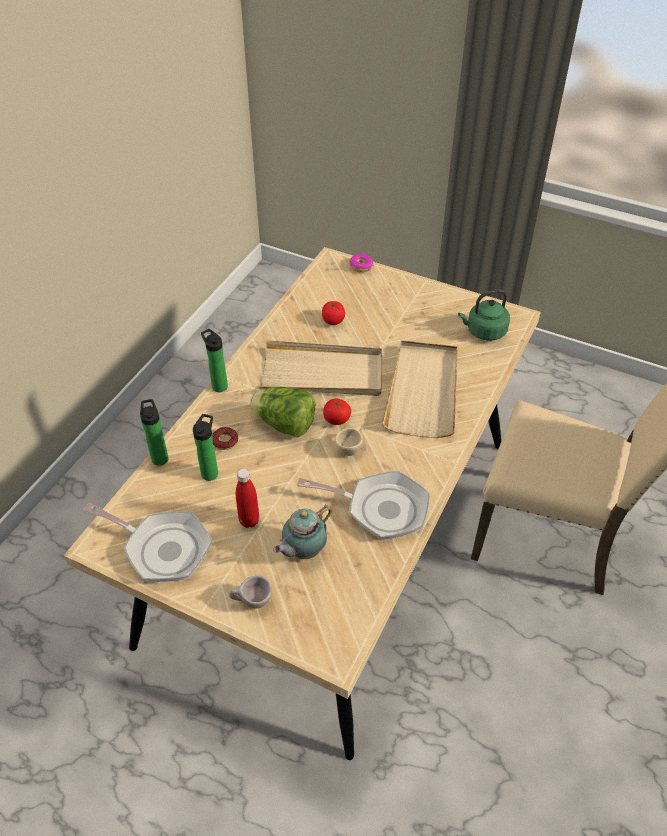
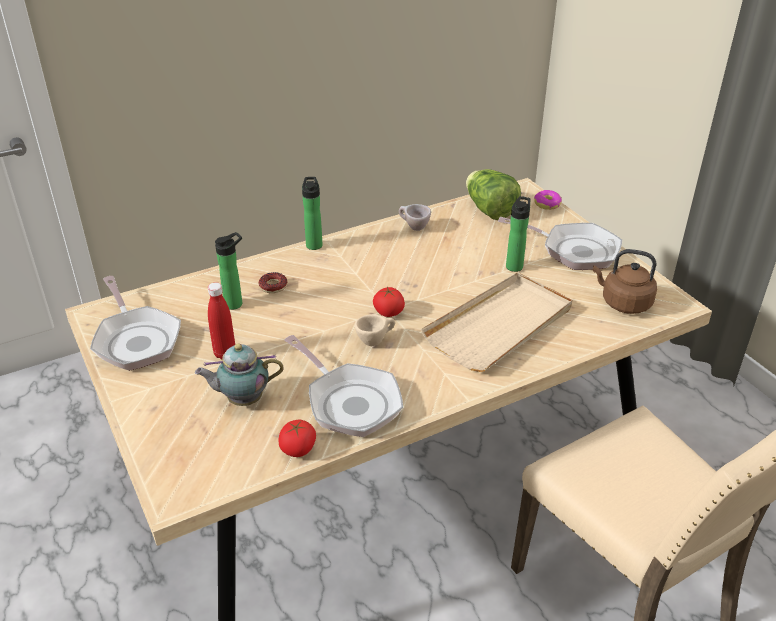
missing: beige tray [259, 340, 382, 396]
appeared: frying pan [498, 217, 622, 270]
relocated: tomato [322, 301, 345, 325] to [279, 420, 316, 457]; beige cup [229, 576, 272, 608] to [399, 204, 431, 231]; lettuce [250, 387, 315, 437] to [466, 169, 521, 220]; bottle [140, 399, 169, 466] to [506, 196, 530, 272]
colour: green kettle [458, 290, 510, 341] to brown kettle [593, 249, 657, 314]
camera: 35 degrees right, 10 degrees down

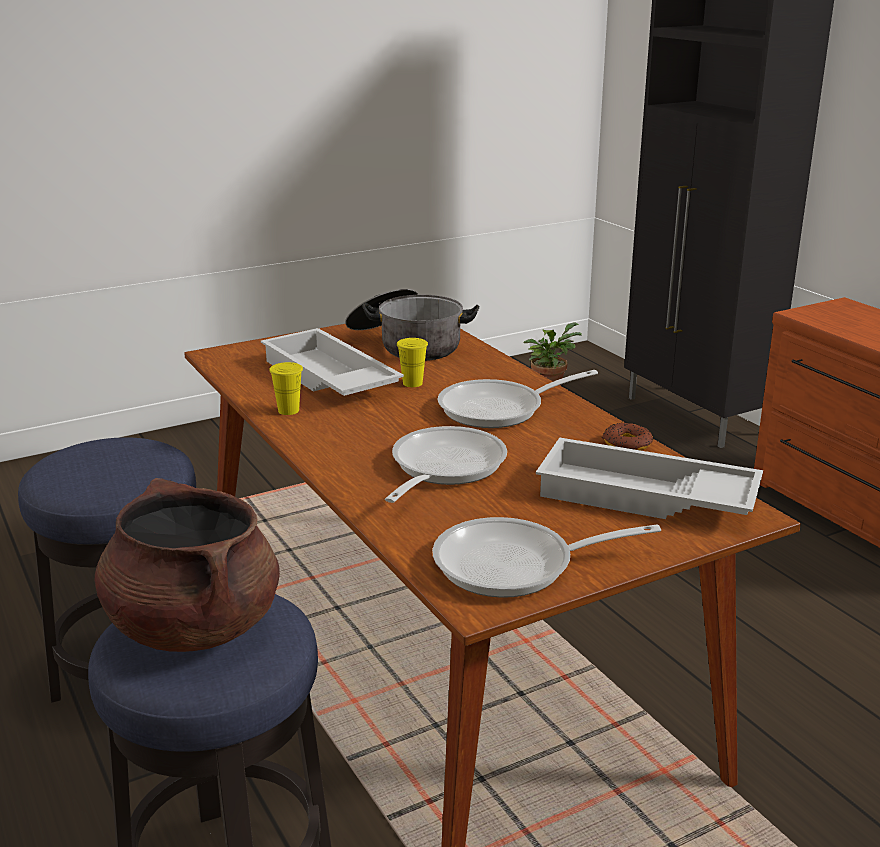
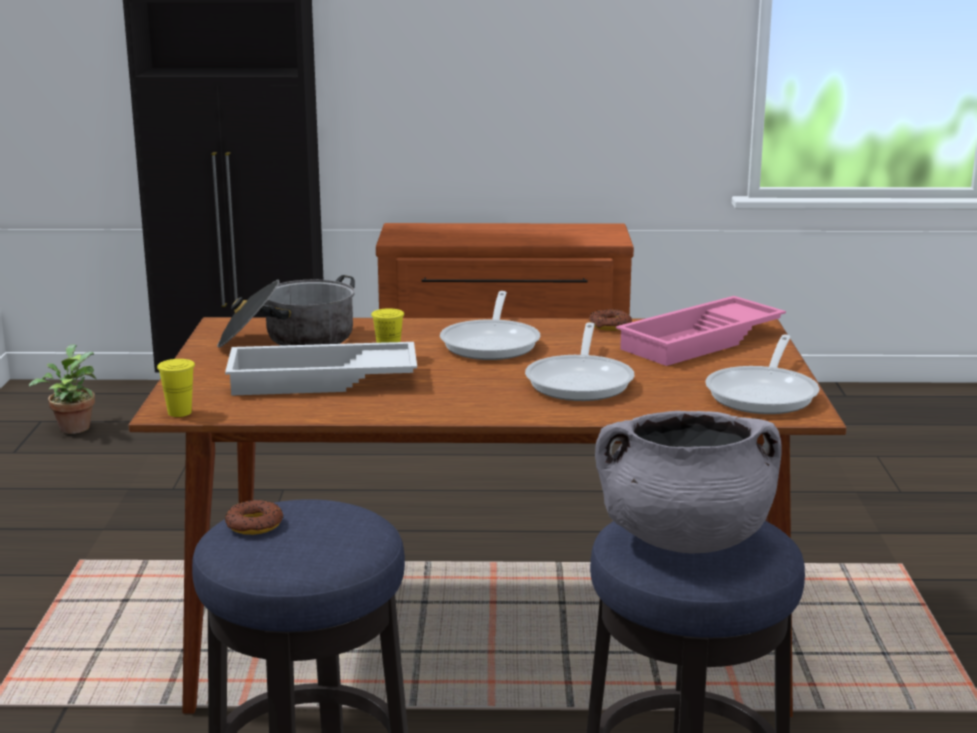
appeared: donut [225, 500, 284, 535]
relocated: yellow cup [269, 362, 303, 415] to [157, 359, 195, 417]
colour: brown cooking pot [95, 478, 280, 652] to grey cooking pot [595, 411, 782, 554]; white tray [536, 438, 763, 519] to pink tray [616, 296, 786, 366]
spun: frying pan [385, 426, 507, 503] = [525, 322, 635, 401] 135 degrees counterclockwise
camera: 60 degrees left, 5 degrees down

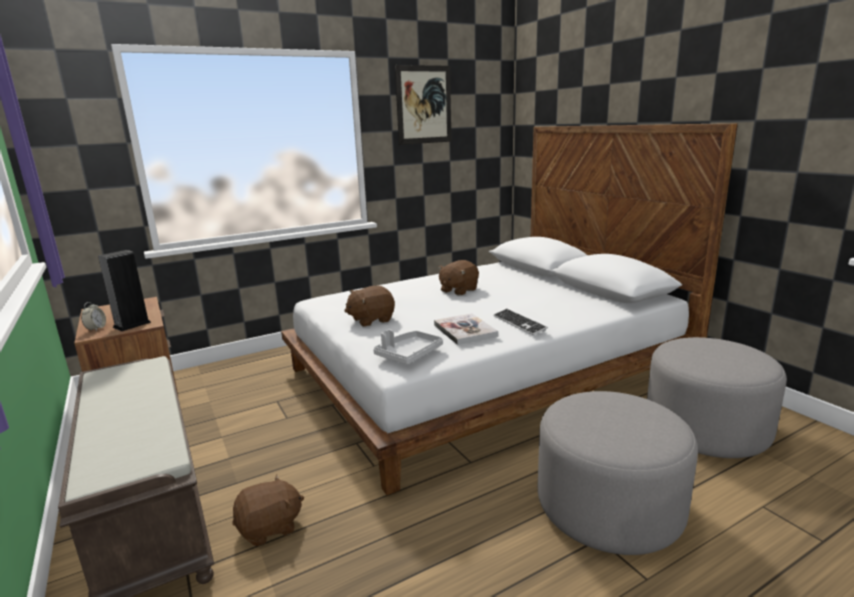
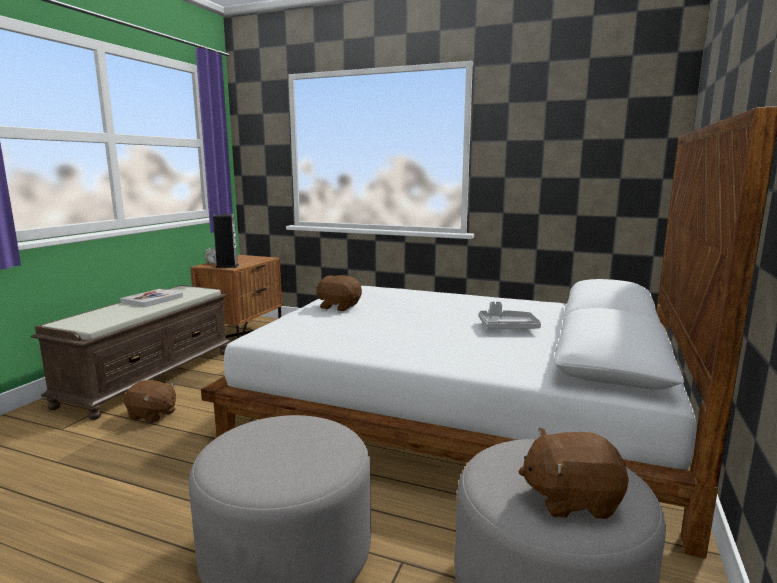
missing: picture [395, 65, 452, 145]; keyboard [493, 309, 548, 335]
relocated: book [434, 313, 498, 345] to [120, 289, 183, 307]; grey tray [373, 329, 443, 365] to [479, 301, 541, 329]; brown plush toy [438, 260, 479, 296] to [518, 428, 629, 519]
camera: 50 degrees right, 5 degrees down

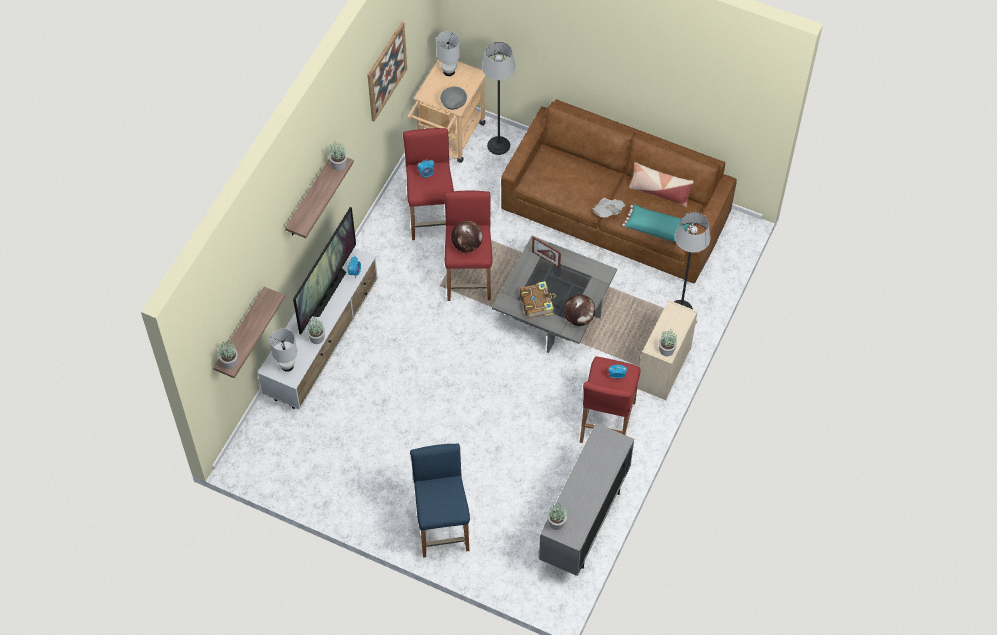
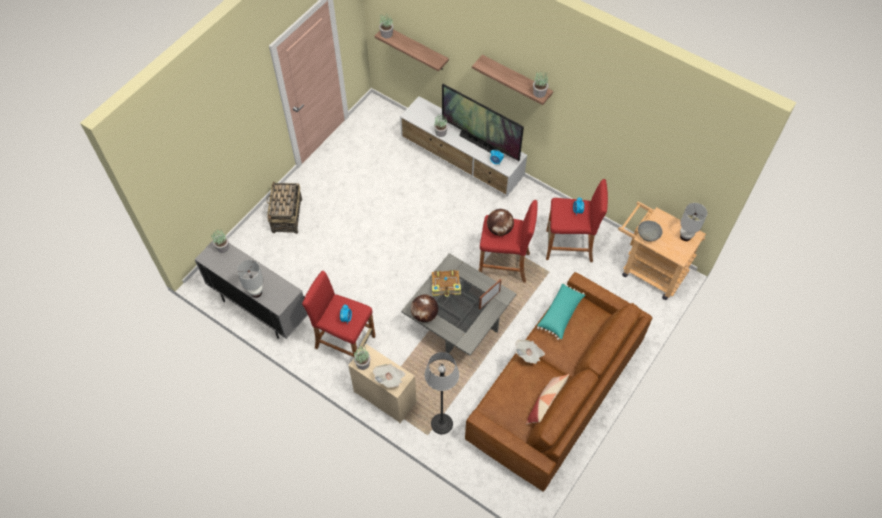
missing: picture [368, 22, 407, 122]; floor lamp [482, 42, 516, 155]
appeared: newspaper [373, 363, 406, 388]
relocated: white table lamp [269, 329, 297, 372] to [237, 260, 263, 298]; turquoise pillow [622, 204, 694, 242] to [537, 283, 585, 340]
exchanged: blue stool [410, 443, 470, 558] to basket [266, 181, 302, 234]
camera: 100 degrees right, 0 degrees up

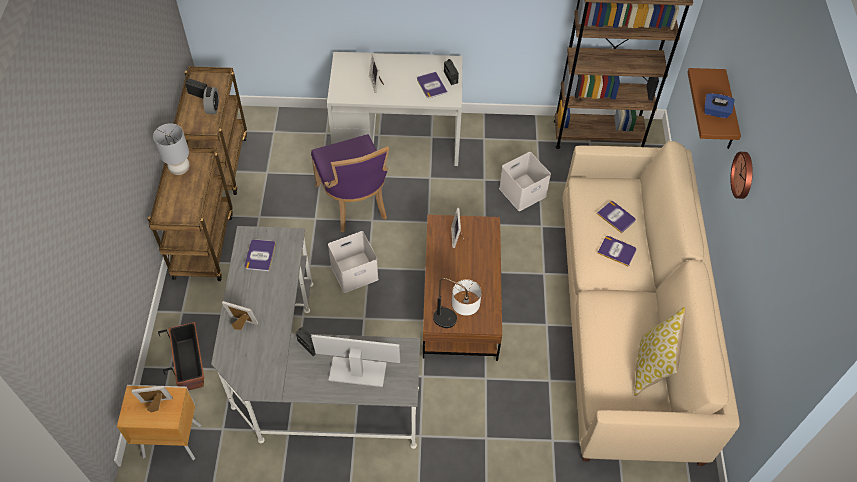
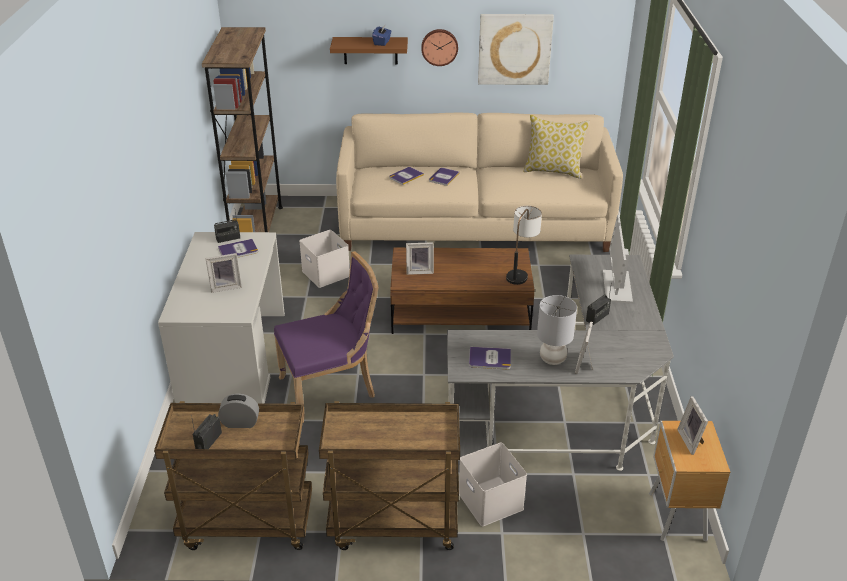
missing: planter [158, 322, 204, 390]
appeared: picture [478, 14, 554, 85]
relocated: white storage box [328, 231, 379, 293] to [459, 442, 527, 527]; grey table lamp [153, 123, 189, 175] to [537, 295, 577, 365]
camera: 90 degrees left, 20 degrees down

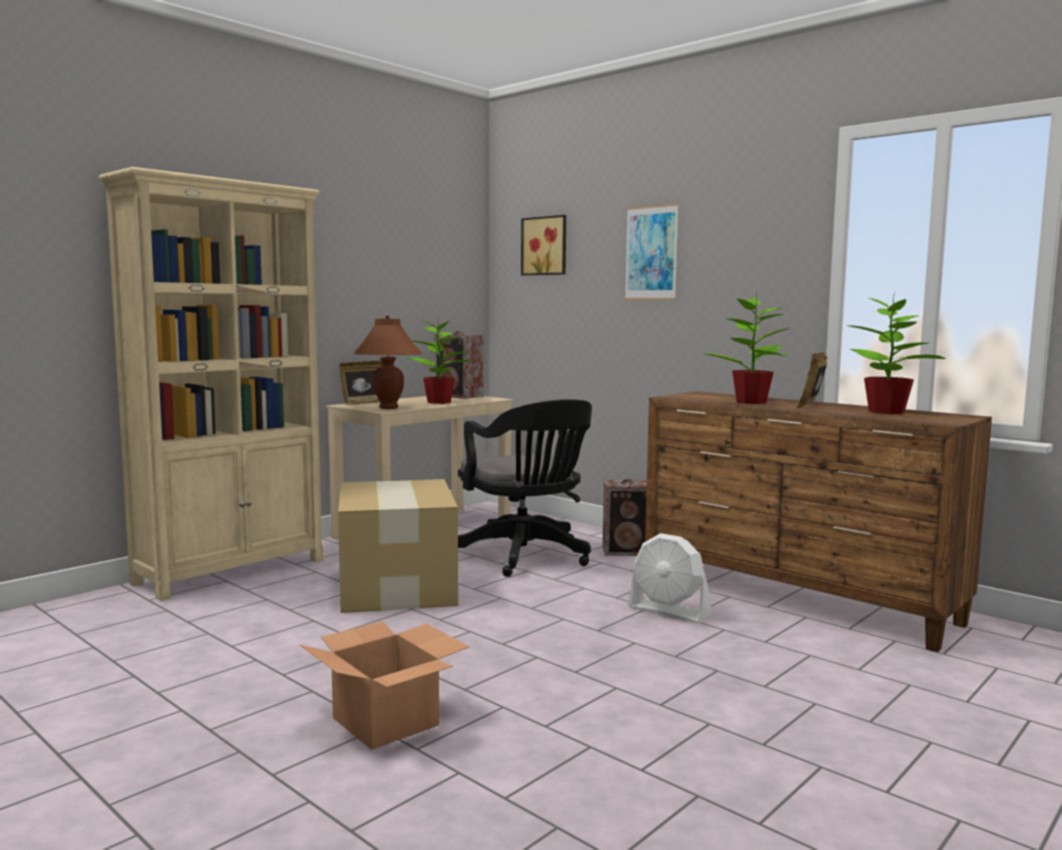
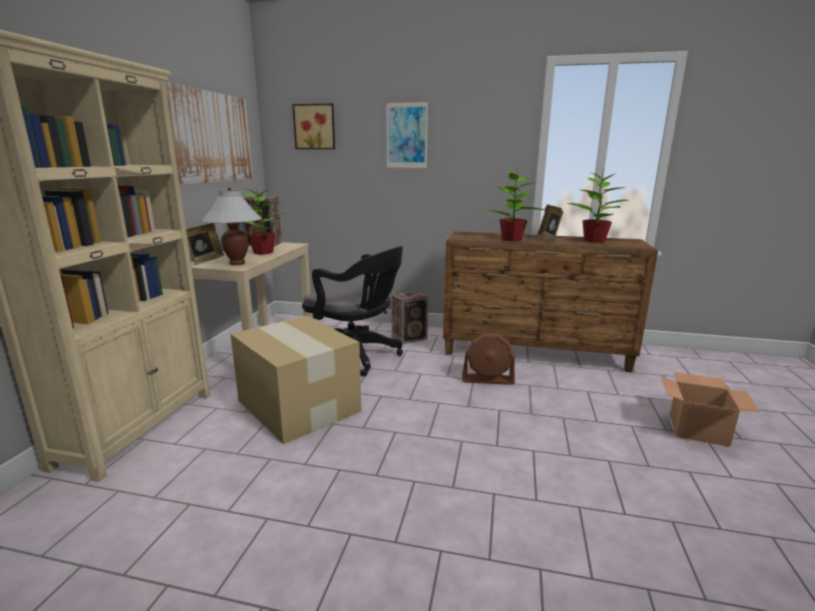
appeared: picture [166, 82, 253, 185]
relocated: cardboard box [300, 621, 469, 750] to [661, 372, 760, 447]
colour: brown table lamp [353, 315, 422, 409] to white table lamp [202, 188, 262, 265]; white fan [628, 533, 712, 624] to brown fan [462, 333, 515, 385]
camera: 30 degrees left, 10 degrees up

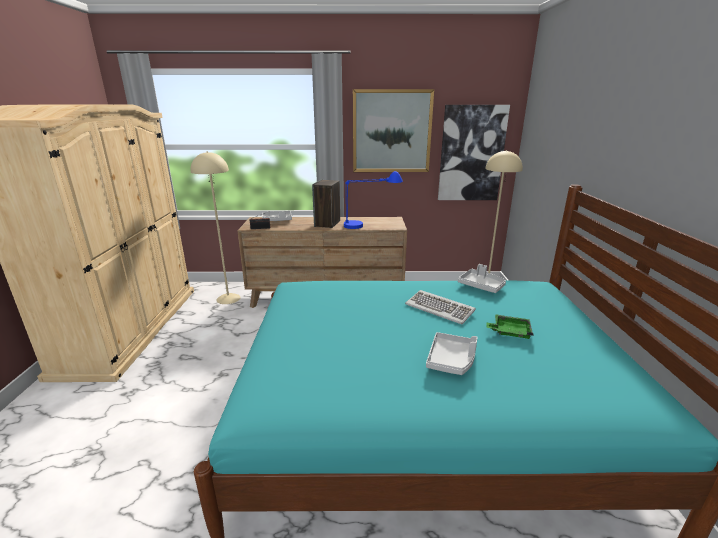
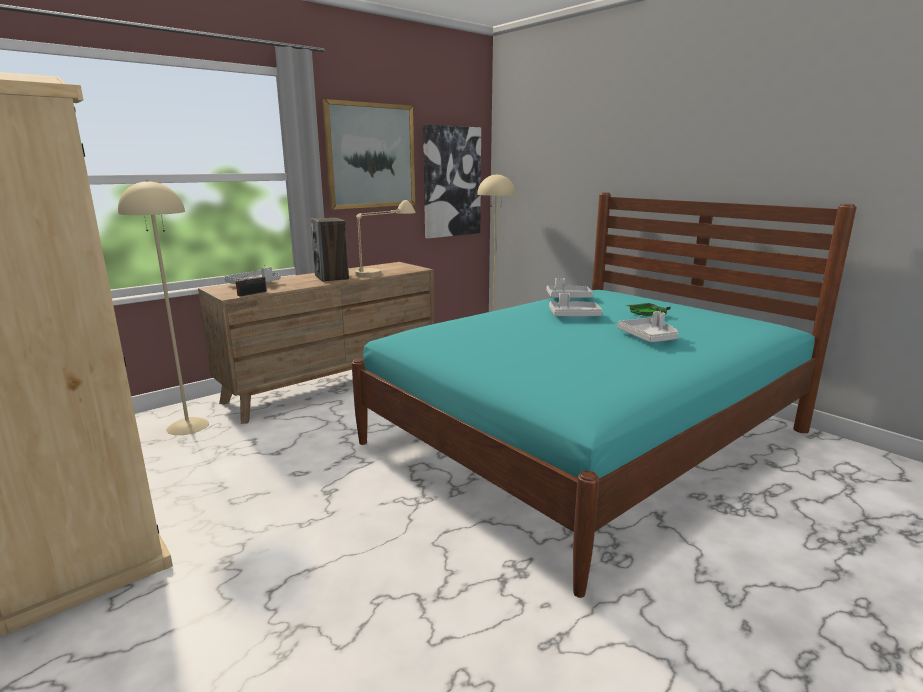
exchanged: keyboard [405, 290, 476, 324] to grey tray [549, 293, 603, 317]
colour: blue table lamp [344, 171, 403, 229] to beige table lamp [355, 200, 416, 277]
camera: 40 degrees left, 5 degrees down

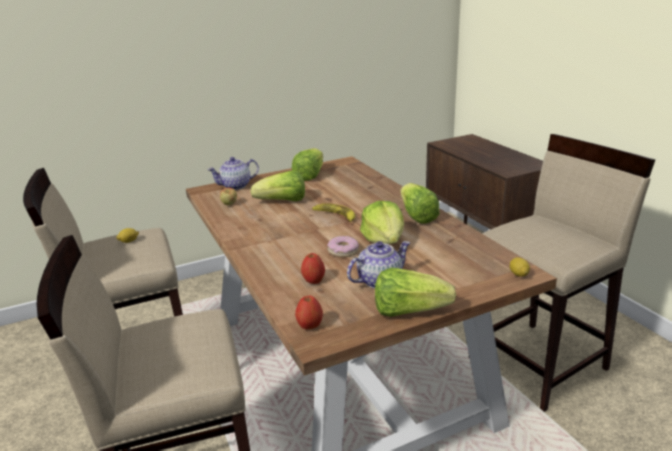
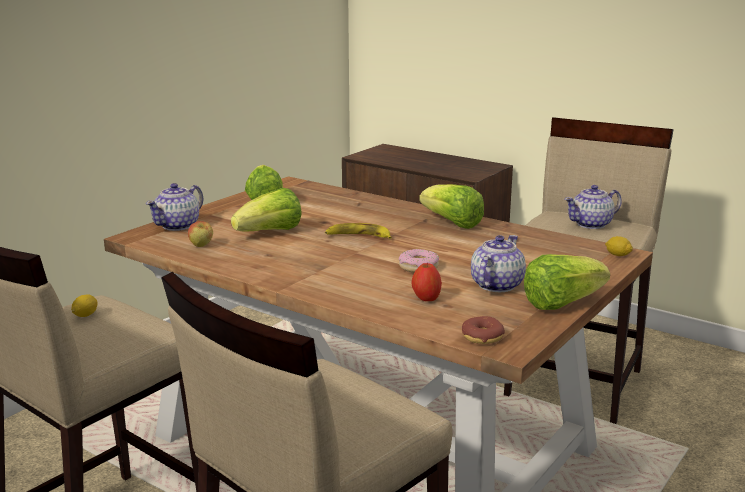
missing: lettuce [360, 201, 404, 244]
appeared: teapot [564, 185, 622, 229]
exchanged: apple [295, 296, 323, 329] to donut [462, 316, 505, 344]
camera: 30 degrees left, 5 degrees down

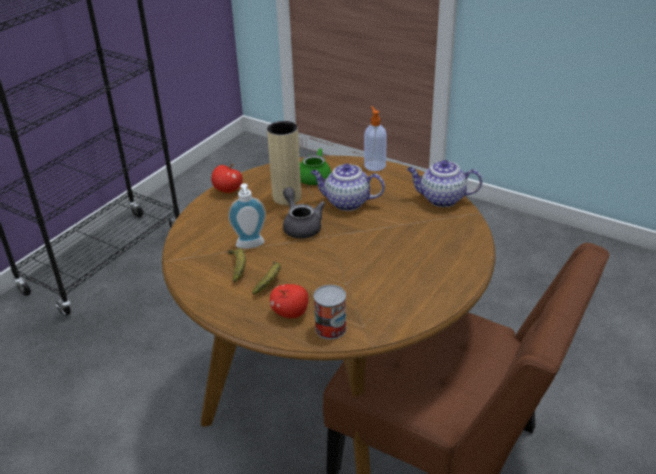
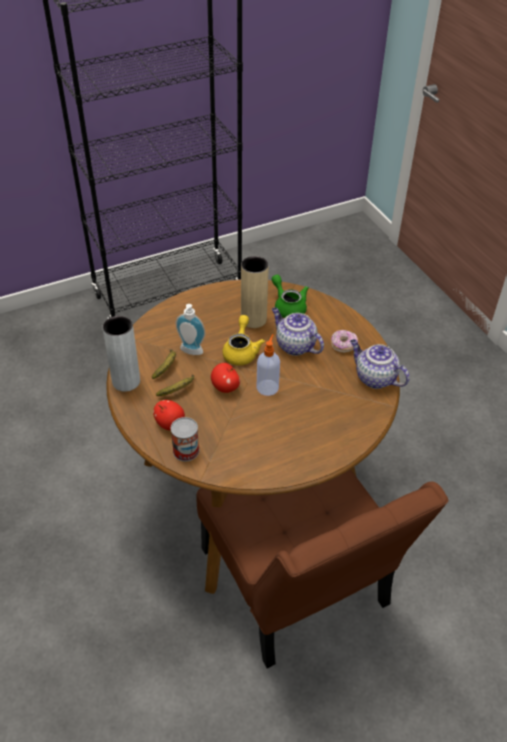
appeared: grey vase [102, 316, 140, 391]; donut [331, 330, 358, 353]
relocated: apple [211, 164, 243, 193] to [211, 363, 240, 393]; soap dispenser [364, 106, 387, 171] to [257, 334, 280, 396]
colour: grey teapot [283, 187, 325, 239] to yellow teapot [222, 315, 265, 366]
camera: 30 degrees right, 10 degrees up

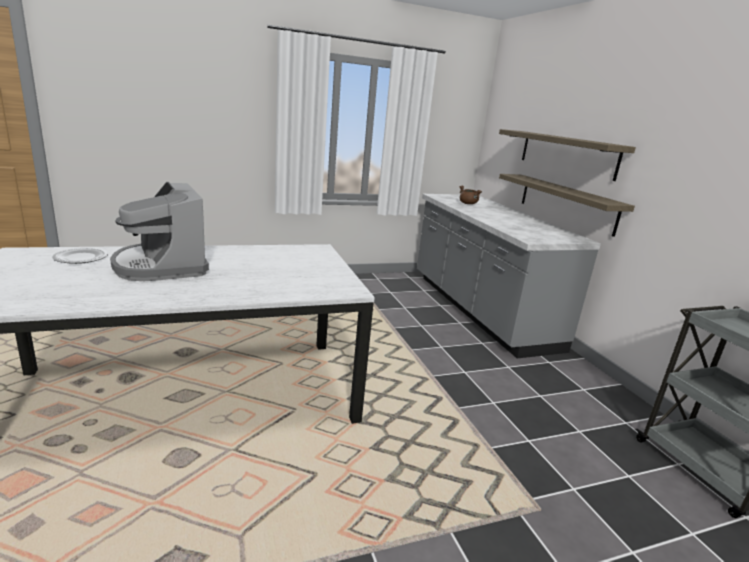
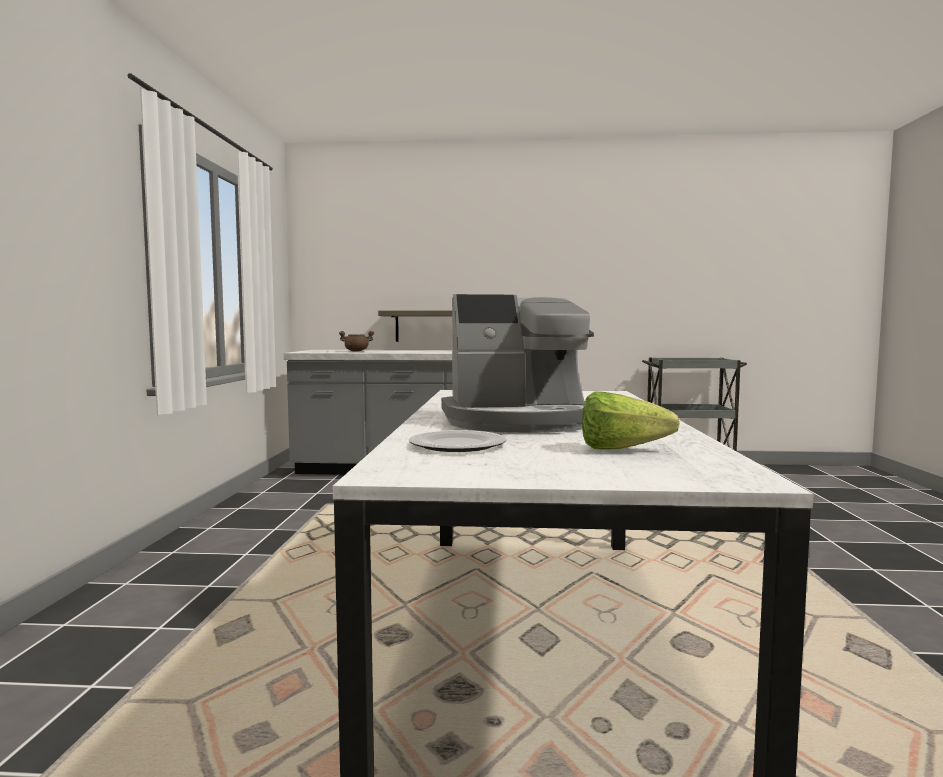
missing: shelf [499, 129, 636, 181]
appeared: lettuce [582, 392, 680, 450]
camera: 65 degrees left, 15 degrees down

